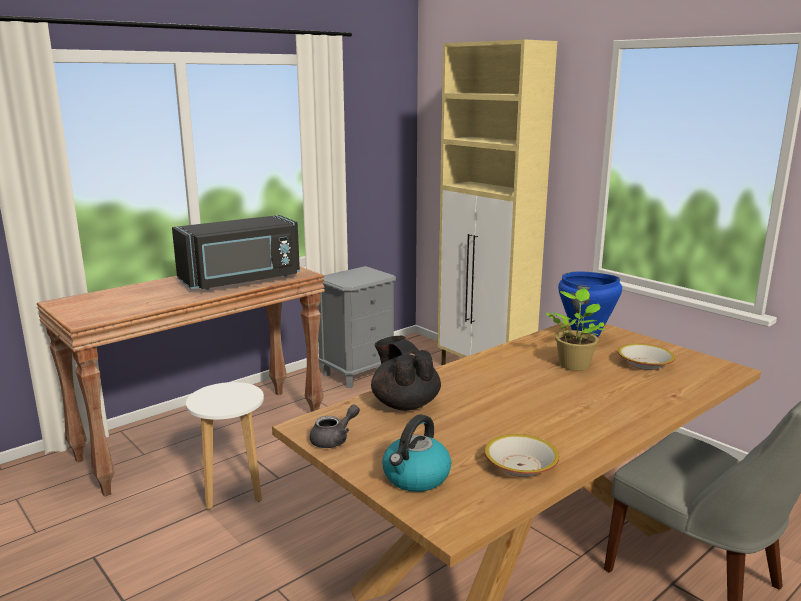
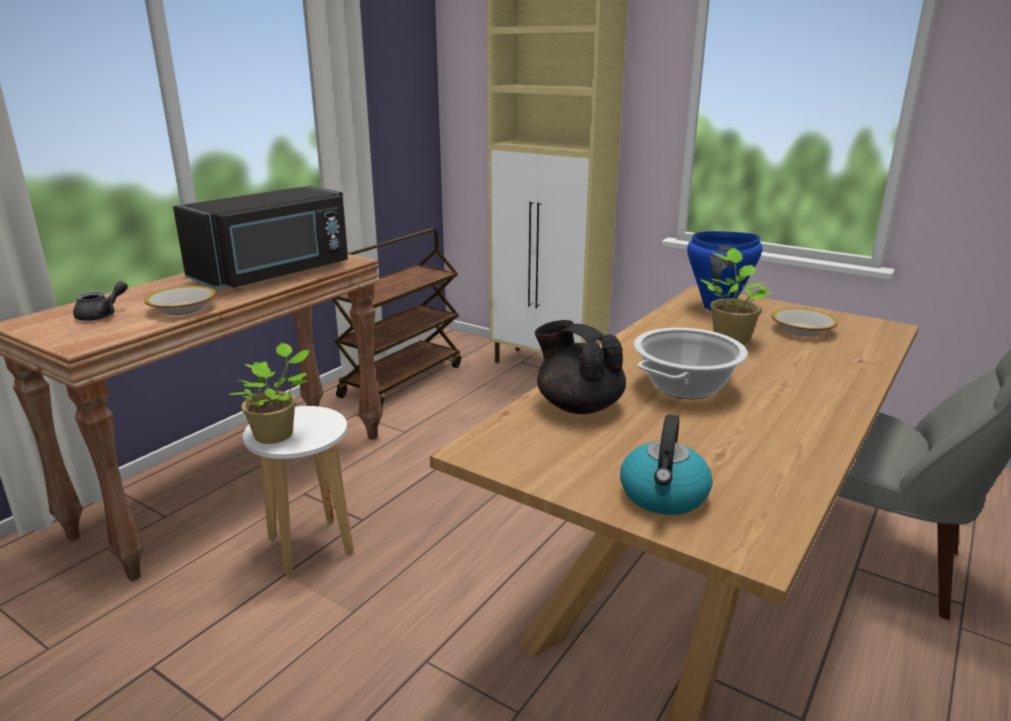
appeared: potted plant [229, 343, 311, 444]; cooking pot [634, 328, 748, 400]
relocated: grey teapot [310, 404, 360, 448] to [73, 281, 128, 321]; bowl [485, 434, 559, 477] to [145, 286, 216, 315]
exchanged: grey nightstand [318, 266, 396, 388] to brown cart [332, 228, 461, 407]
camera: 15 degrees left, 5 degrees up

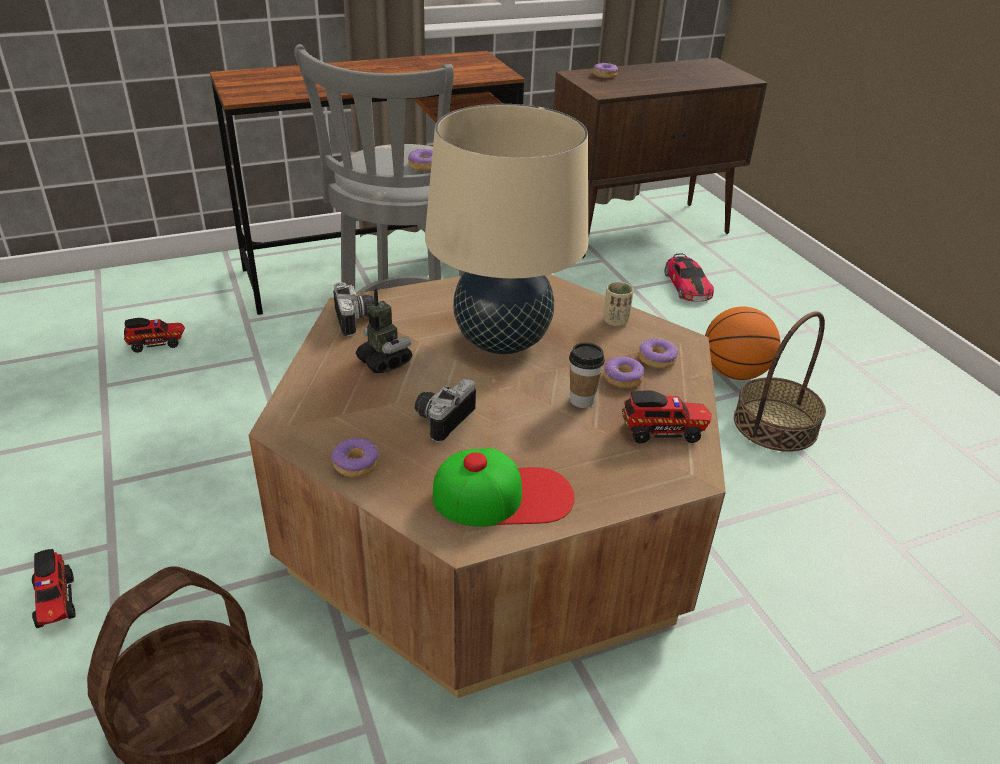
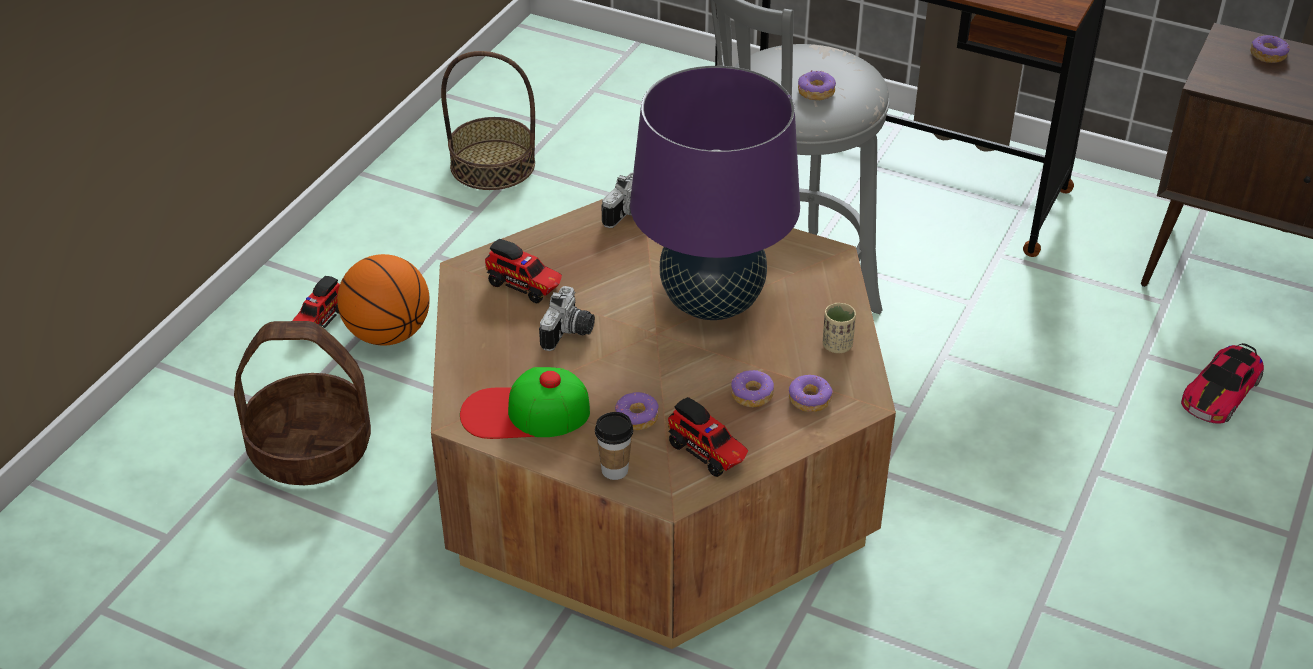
missing: toy robot [356, 289, 412, 373]
relocated: basketball [705, 307, 780, 380] to [337, 254, 430, 346]; basket [734, 311, 826, 452] to [441, 51, 535, 190]; toy truck [124, 318, 185, 353] to [485, 239, 562, 303]; cup [569, 342, 605, 408] to [595, 412, 633, 480]; donut [332, 438, 380, 477] to [615, 392, 659, 430]
colour: beige table lamp [425, 104, 588, 354] to purple table lamp [630, 66, 800, 320]
spun: cap [433, 448, 575, 527] = [460, 367, 590, 439] 135 degrees clockwise; photo camera [415, 379, 476, 442] = [539, 286, 595, 351] 120 degrees clockwise
camera: 50 degrees right, 5 degrees up

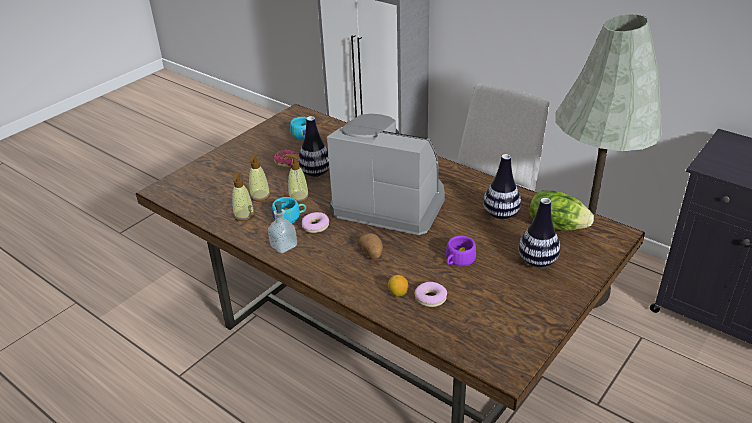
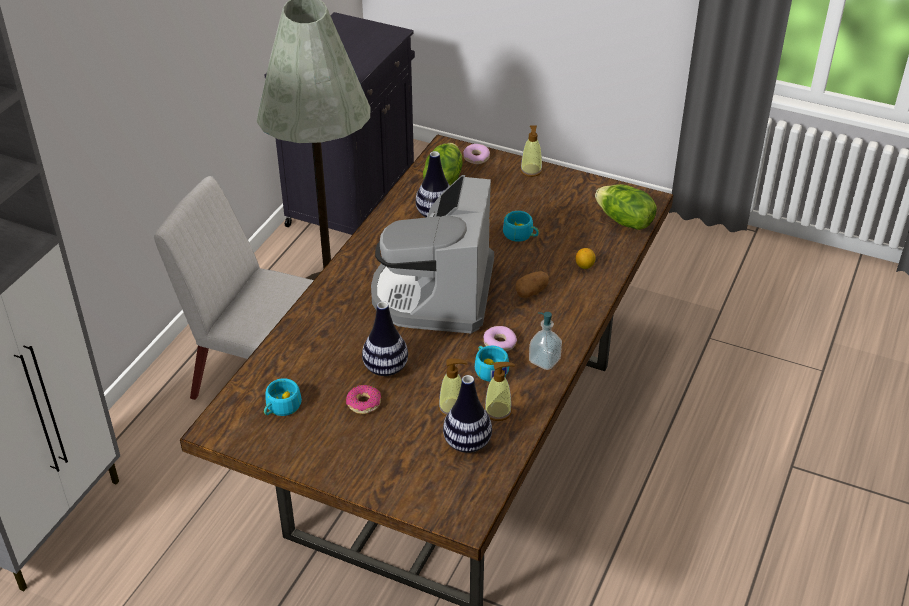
appeared: lettuce [595, 184, 657, 230]
relocated: vase [519, 198, 560, 267] to [443, 375, 492, 453]; donut [415, 282, 447, 307] to [463, 144, 490, 164]; soap dispenser [283, 154, 309, 203] to [520, 126, 543, 177]
colour: purple cup [446, 236, 476, 267] to turquoise cup [503, 211, 539, 242]
camera: 105 degrees left, 5 degrees up

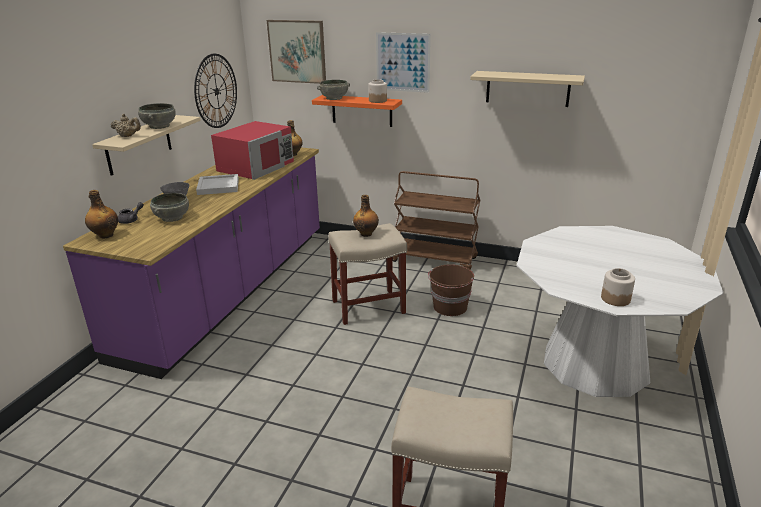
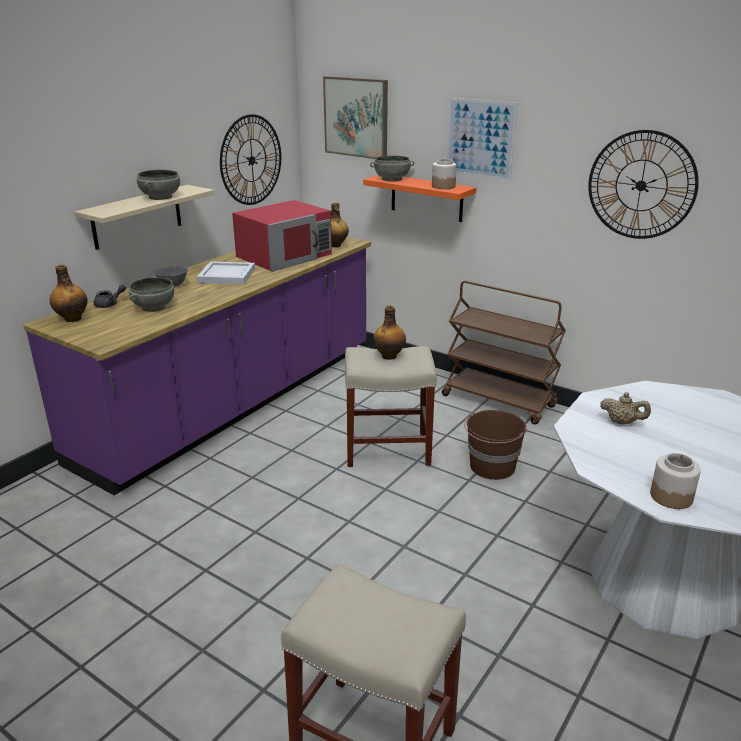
relocated: beige teapot [111, 114, 141, 137] to [600, 392, 651, 425]
exchanged: beige shelf [470, 71, 585, 107] to wall clock [588, 130, 699, 239]
camera: 15 degrees right, 0 degrees up

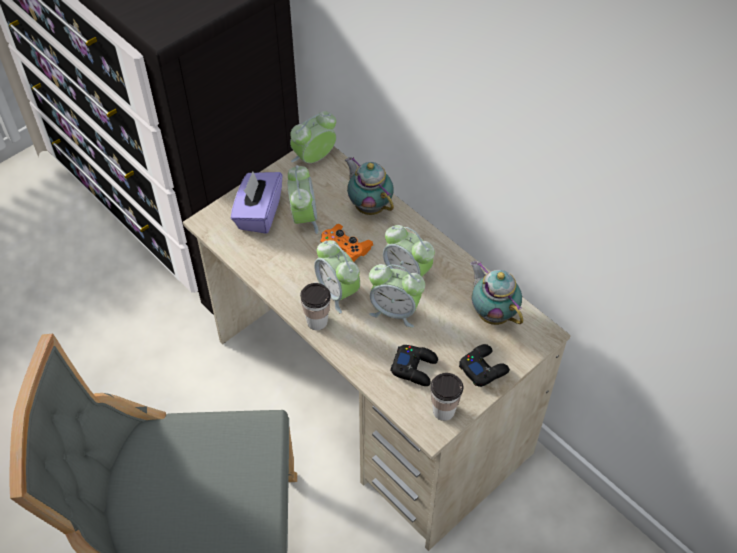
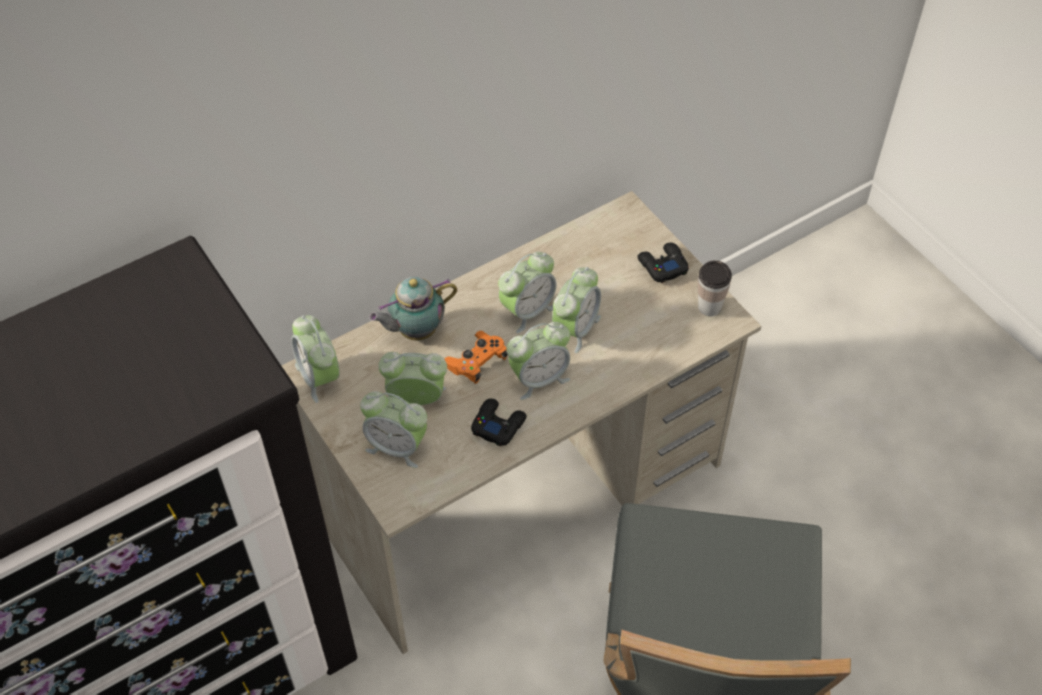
missing: cup [300, 283, 331, 330]; teapot [470, 261, 523, 325]
relocated: black game controller [390, 345, 438, 386] to [471, 398, 527, 447]
exchanged: purple tissue box [231, 171, 282, 234] to alarm clock [360, 391, 427, 468]
camera: 80 degrees left, 0 degrees up

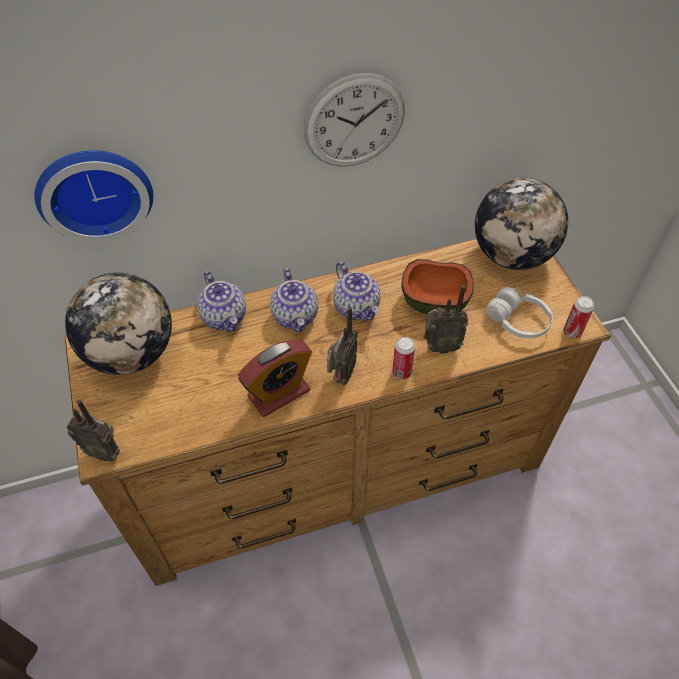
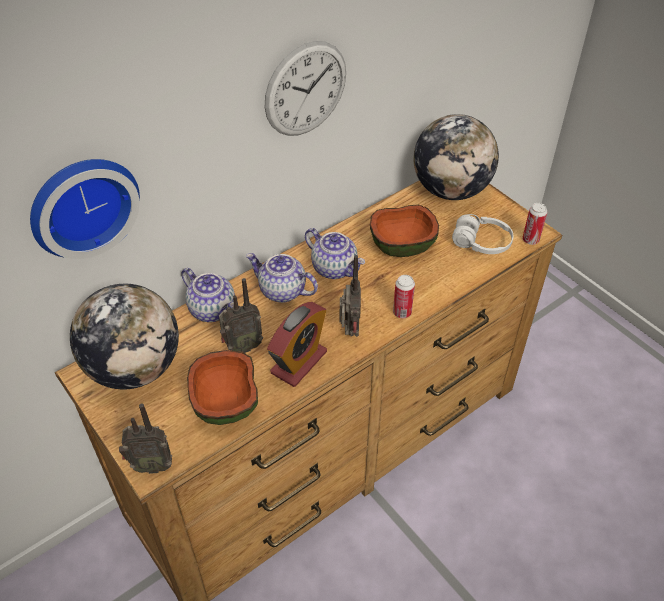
appeared: bowl [187, 350, 258, 425]
relocated: radio [423, 285, 468, 354] to [219, 278, 263, 353]
spun: teapot [270, 268, 318, 333] = [246, 253, 318, 303] 150 degrees clockwise
camera: 20 degrees left, 5 degrees down

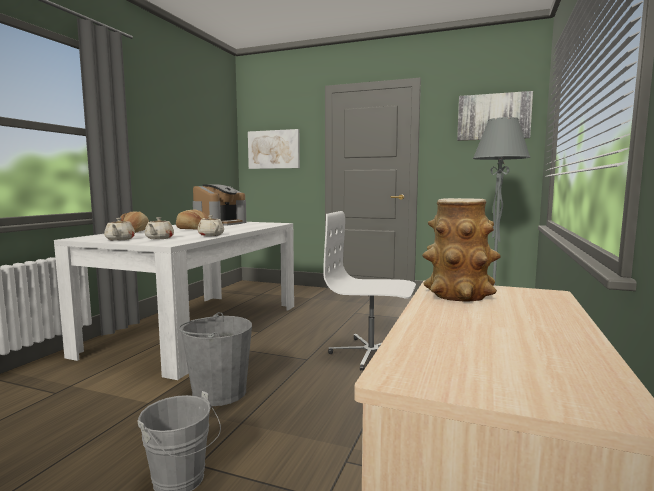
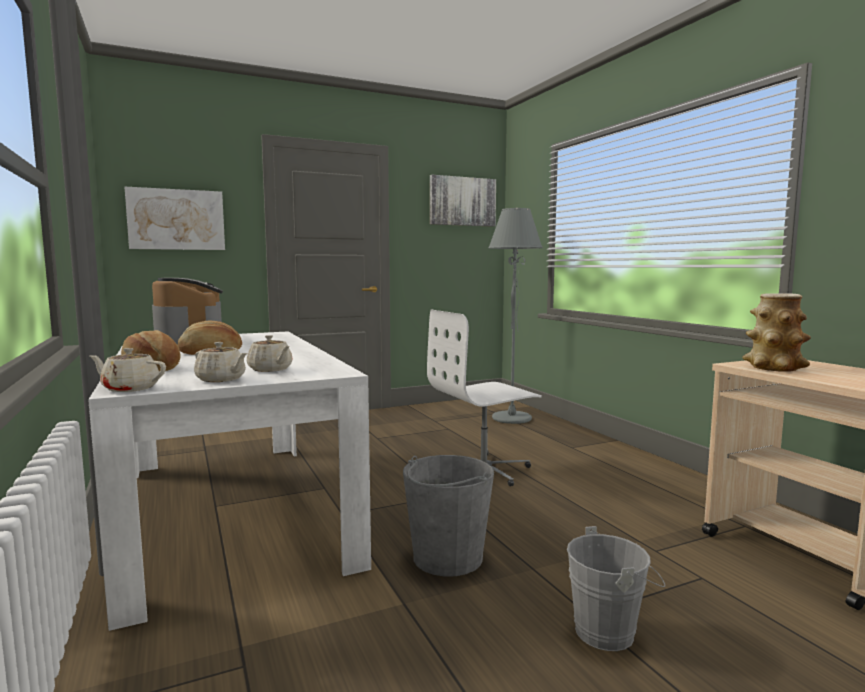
relocated: beige teapot [198, 215, 224, 236] to [90, 348, 166, 392]
camera: 45 degrees left, 0 degrees up

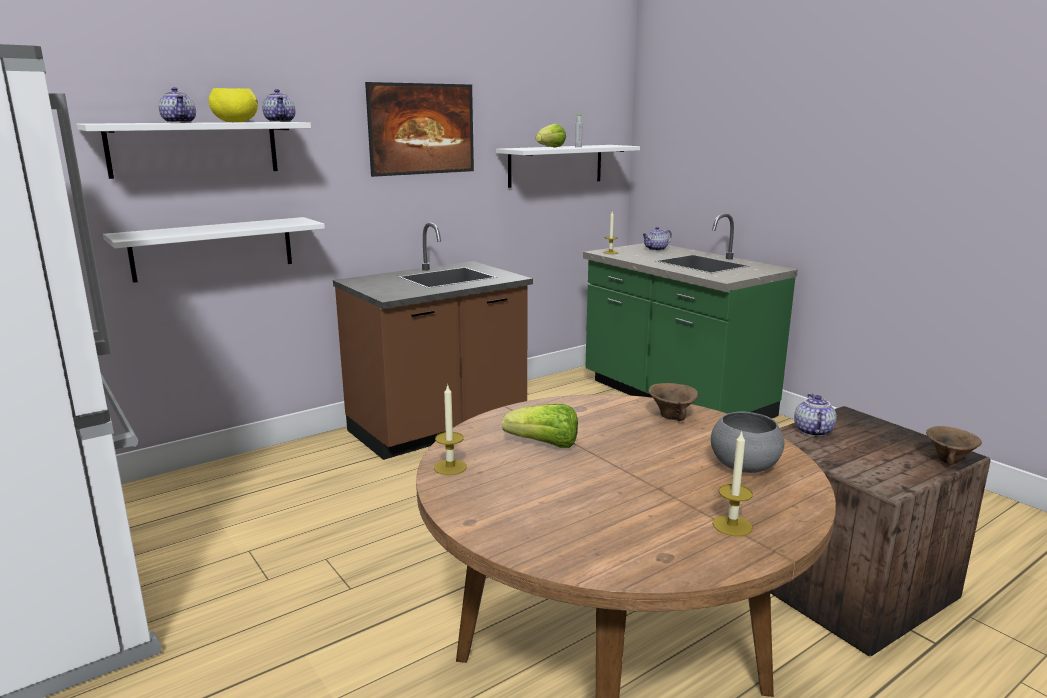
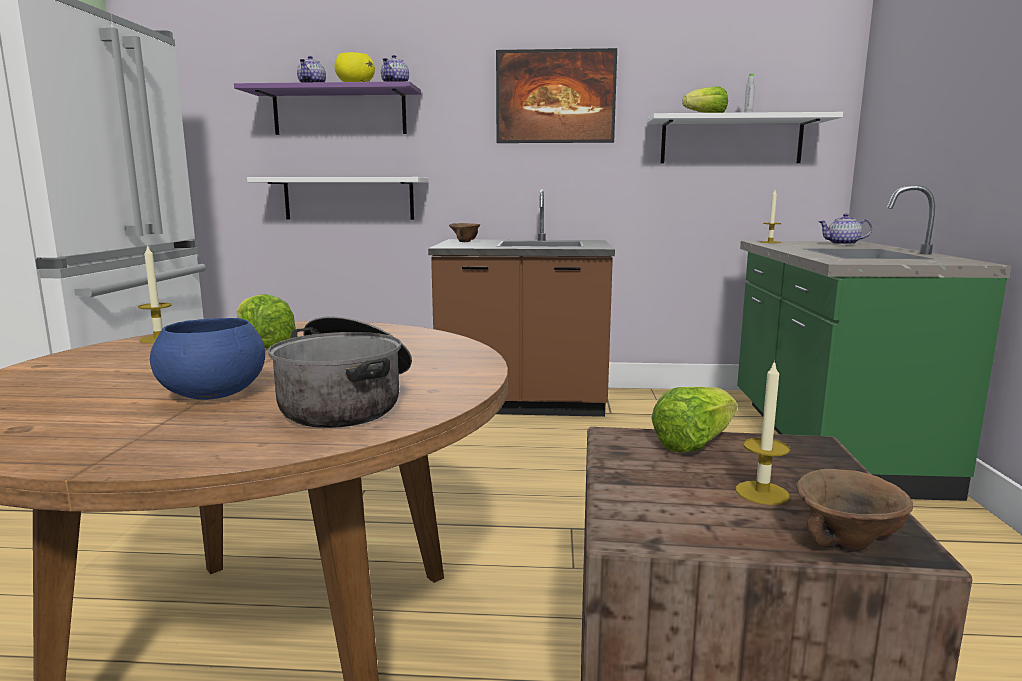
appeared: blue bowl [150, 318, 265, 400]
relocated: brown bowl [648, 383, 698, 421] to [449, 223, 480, 242]; candle [712, 430, 753, 536] to [736, 360, 790, 505]
exchanged: grey bowl [711, 411, 784, 473] to cooking pot [268, 316, 412, 428]; teapot [794, 393, 836, 437] to lettuce [651, 387, 737, 453]
colour: white shelf [77, 122, 311, 179] to purple shelf [234, 81, 421, 135]
camera: 40 degrees right, 5 degrees down

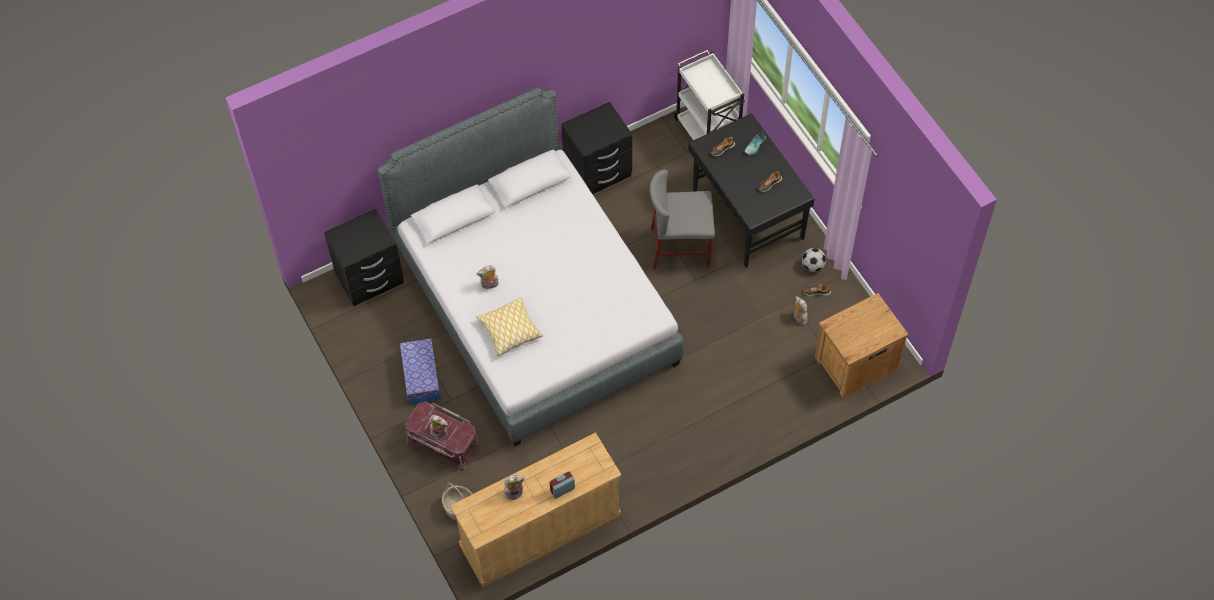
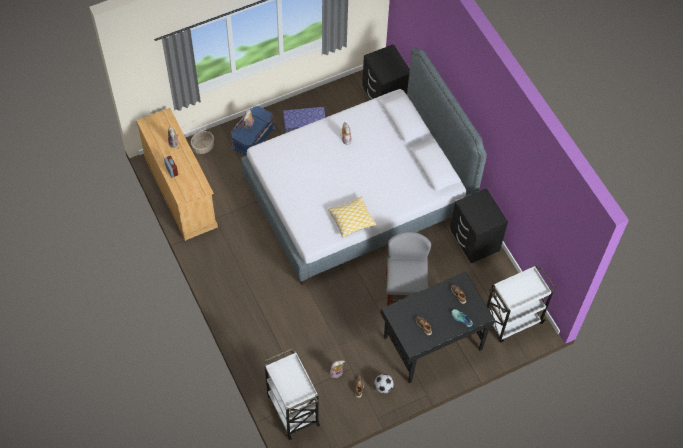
relocated: pillow [476, 297, 543, 356] to [328, 196, 377, 238]
exchanged: brown nightstand [815, 293, 909, 398] to white cart [265, 348, 320, 440]
colour: red storage box [405, 402, 481, 471] to blue storage box [231, 106, 276, 156]
camera: 90 degrees right, 0 degrees up

